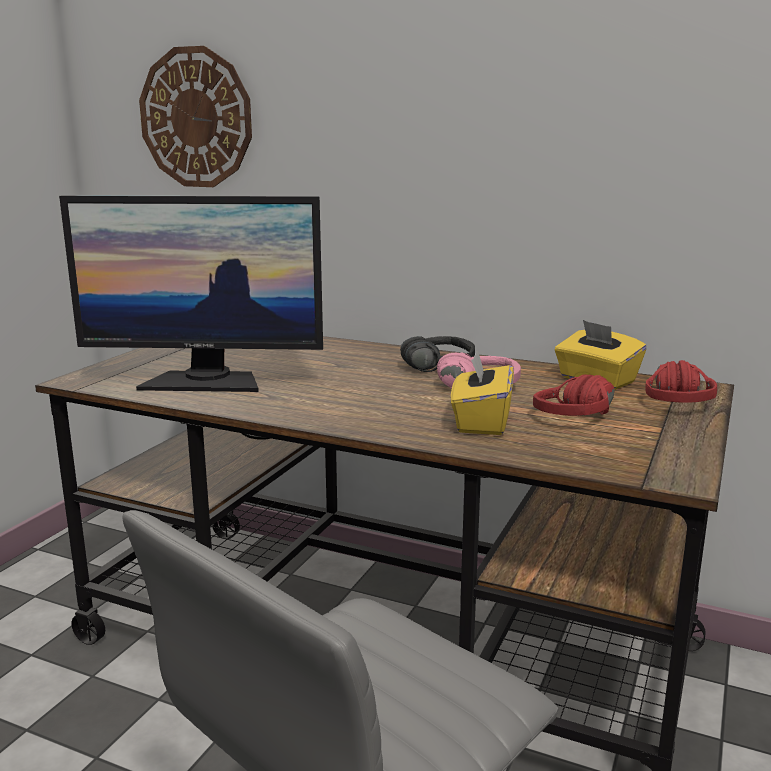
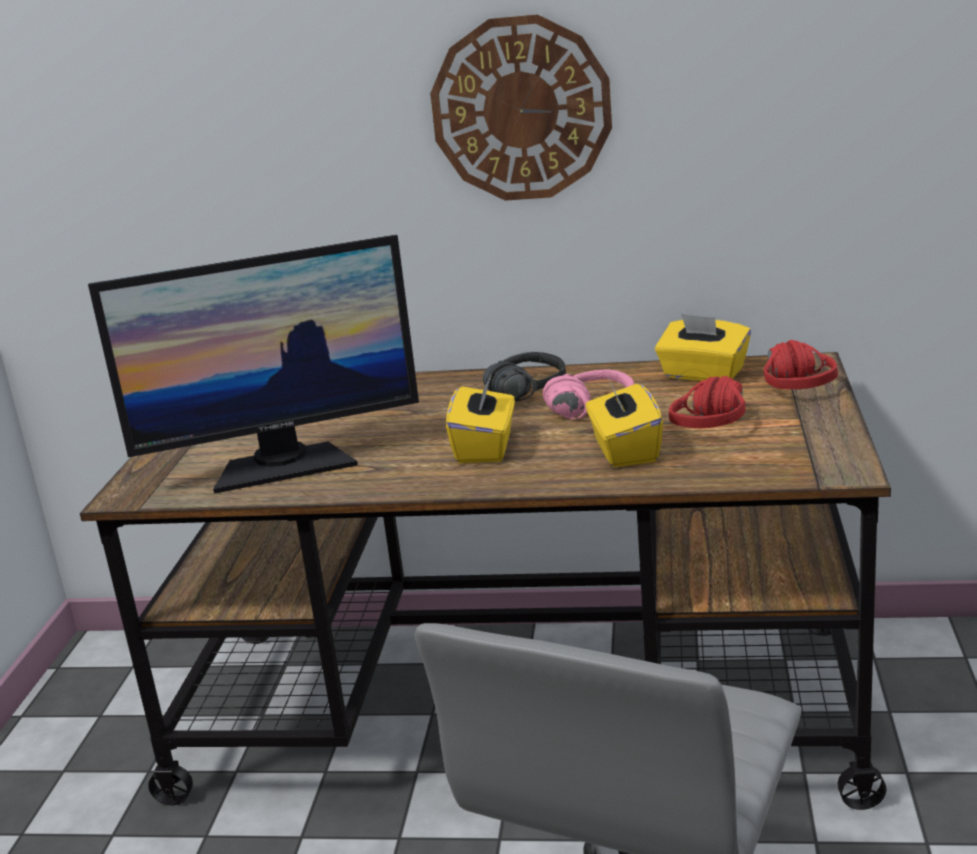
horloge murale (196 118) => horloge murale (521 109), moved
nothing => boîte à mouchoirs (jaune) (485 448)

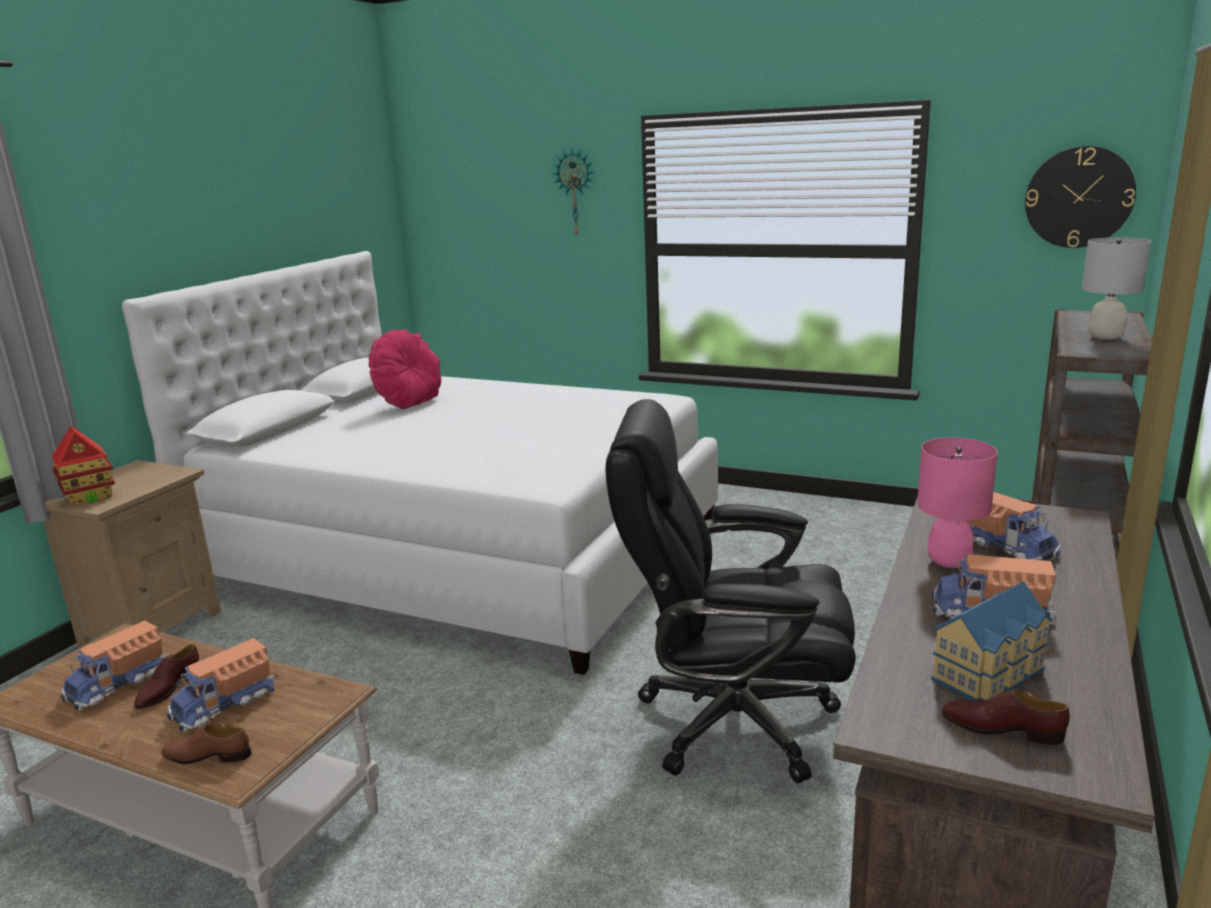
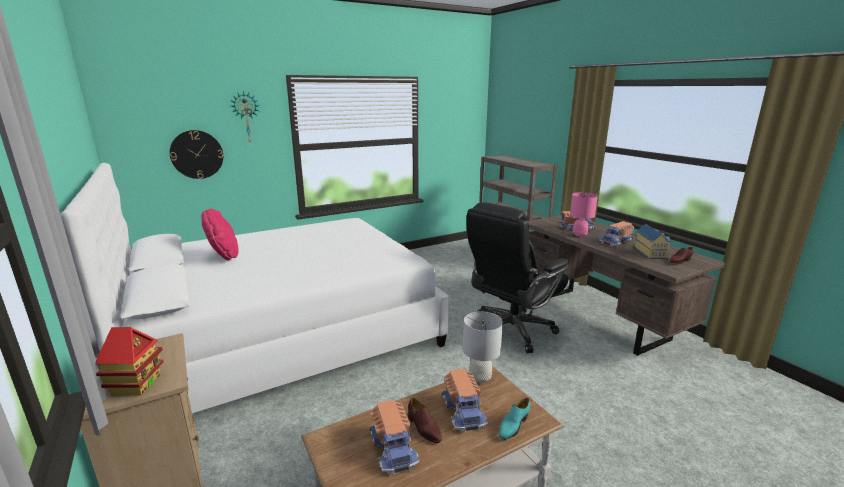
horloge murale (1079 197) => horloge murale (197 154), moved
lampe de table (gris) (1105 337) => lampe de table (gris) (479 377), moved
chaussure (marron) (208 756) => chaussure (turquoise) (513 425)

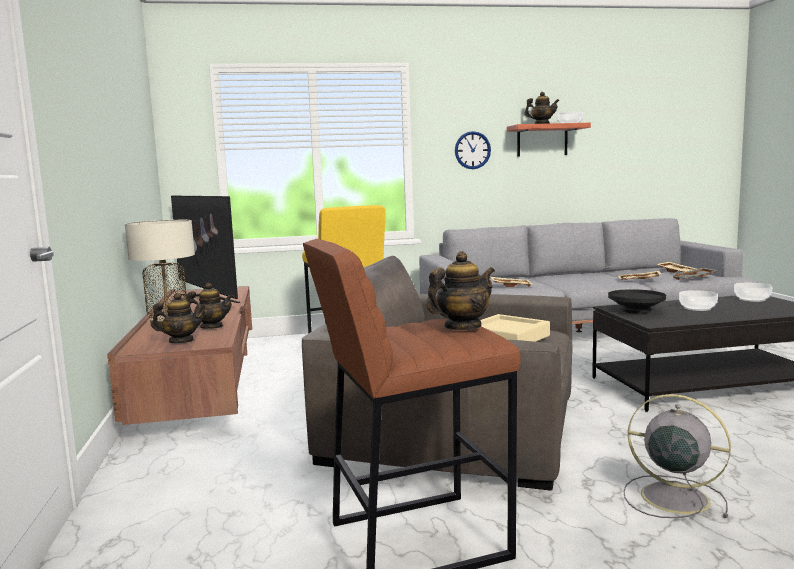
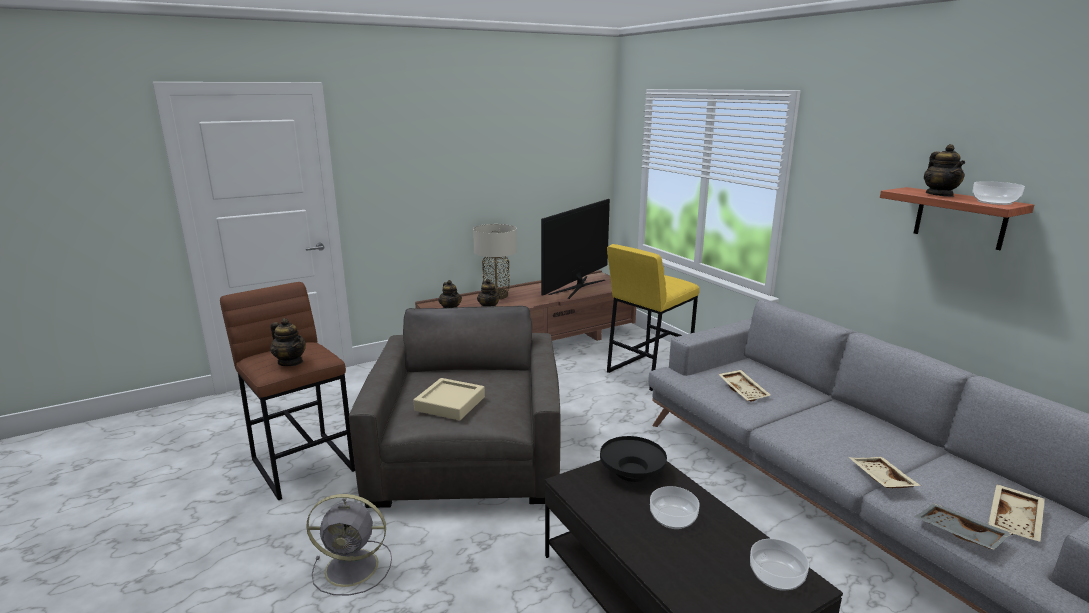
horloge murale (472 150) => nothing
ventilateur (gris) (671 497) => ventilateur (gris) (354 567), 75 degrees clockwise

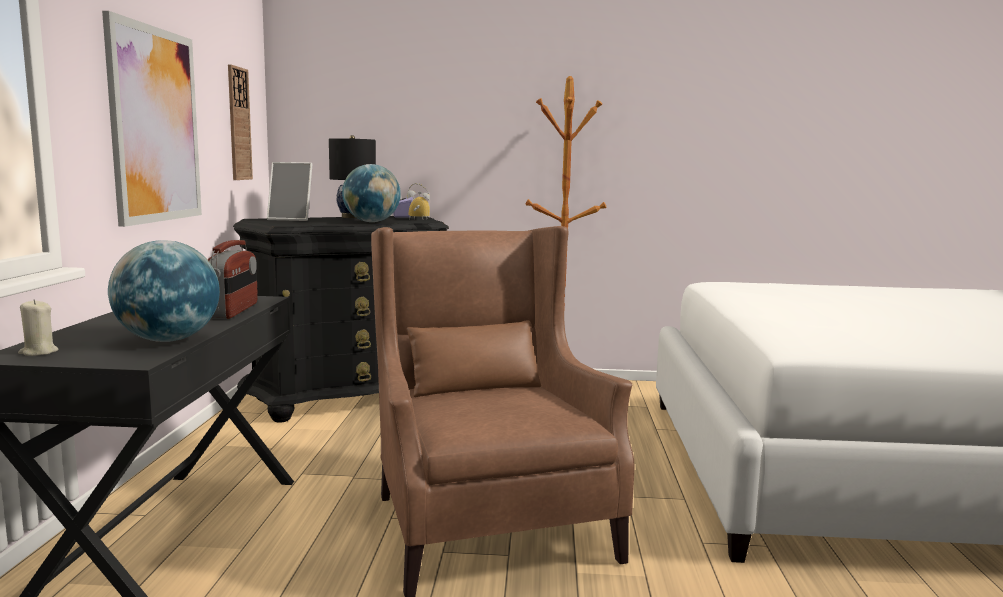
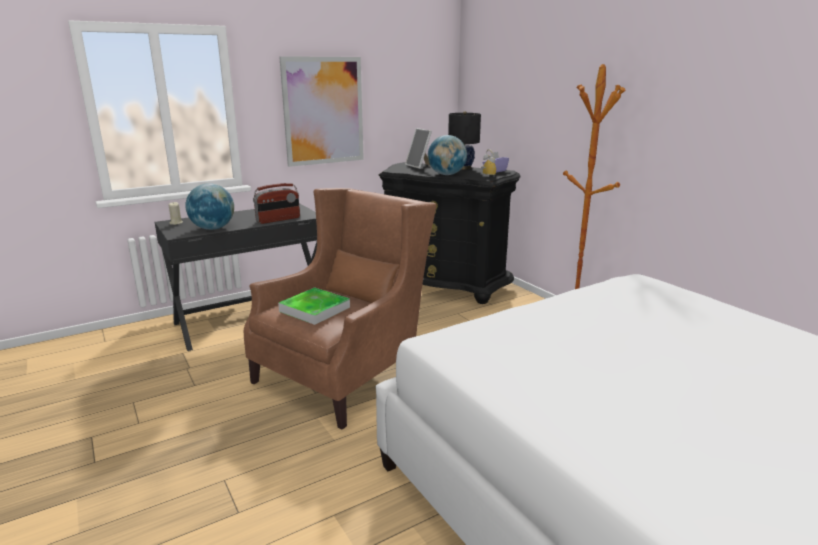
horloge murale (239 124) => nothing
nothing => plateau (314 309)

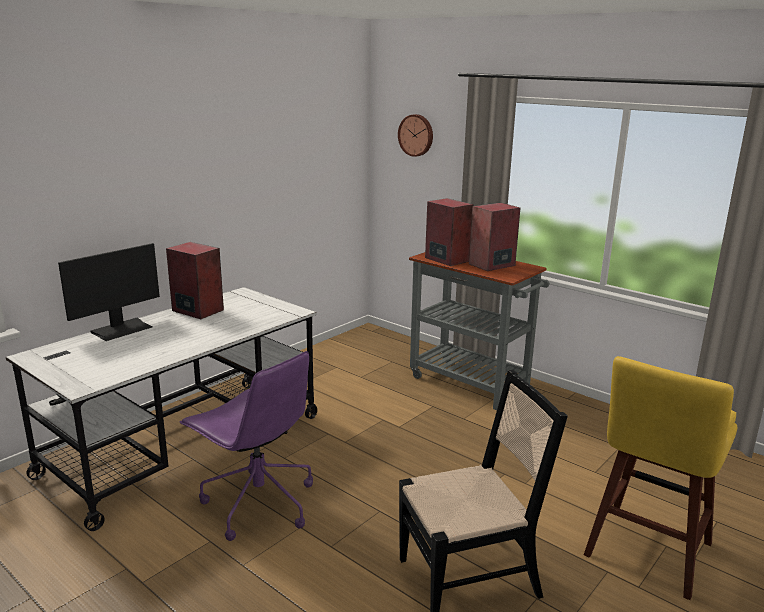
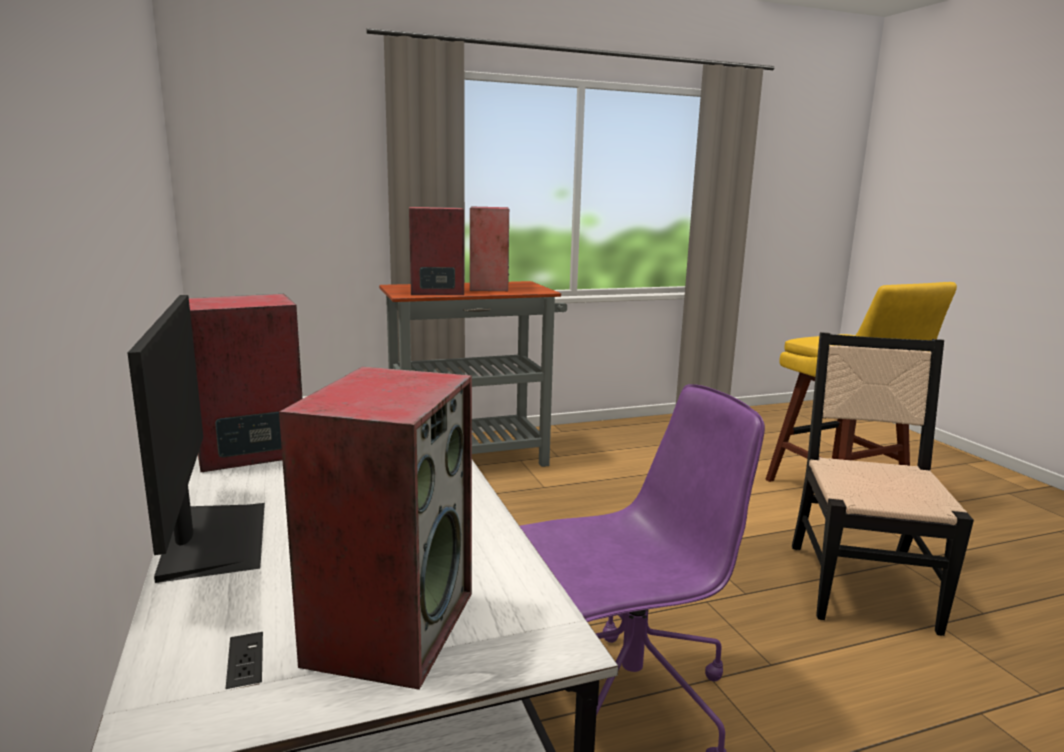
horloge murale (416 135) => nothing
nothing => enceinte (390 625)

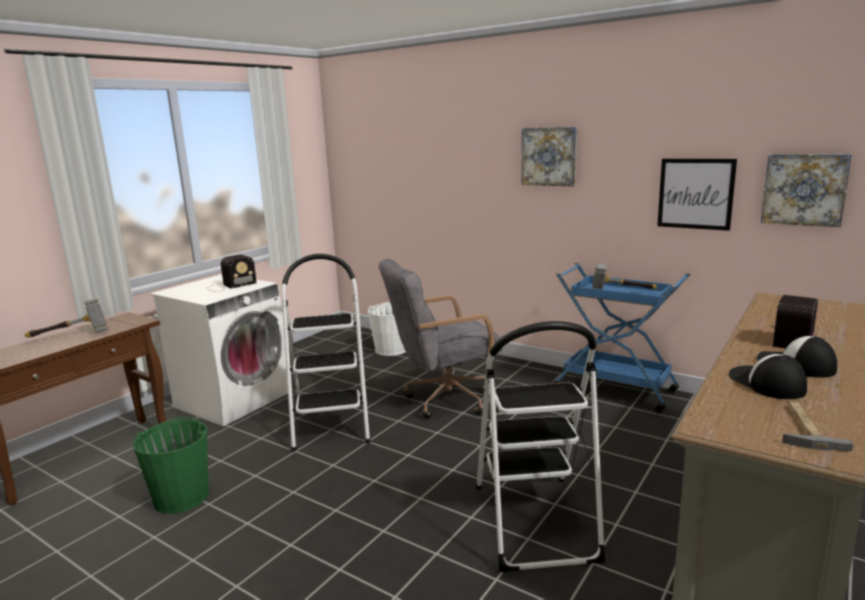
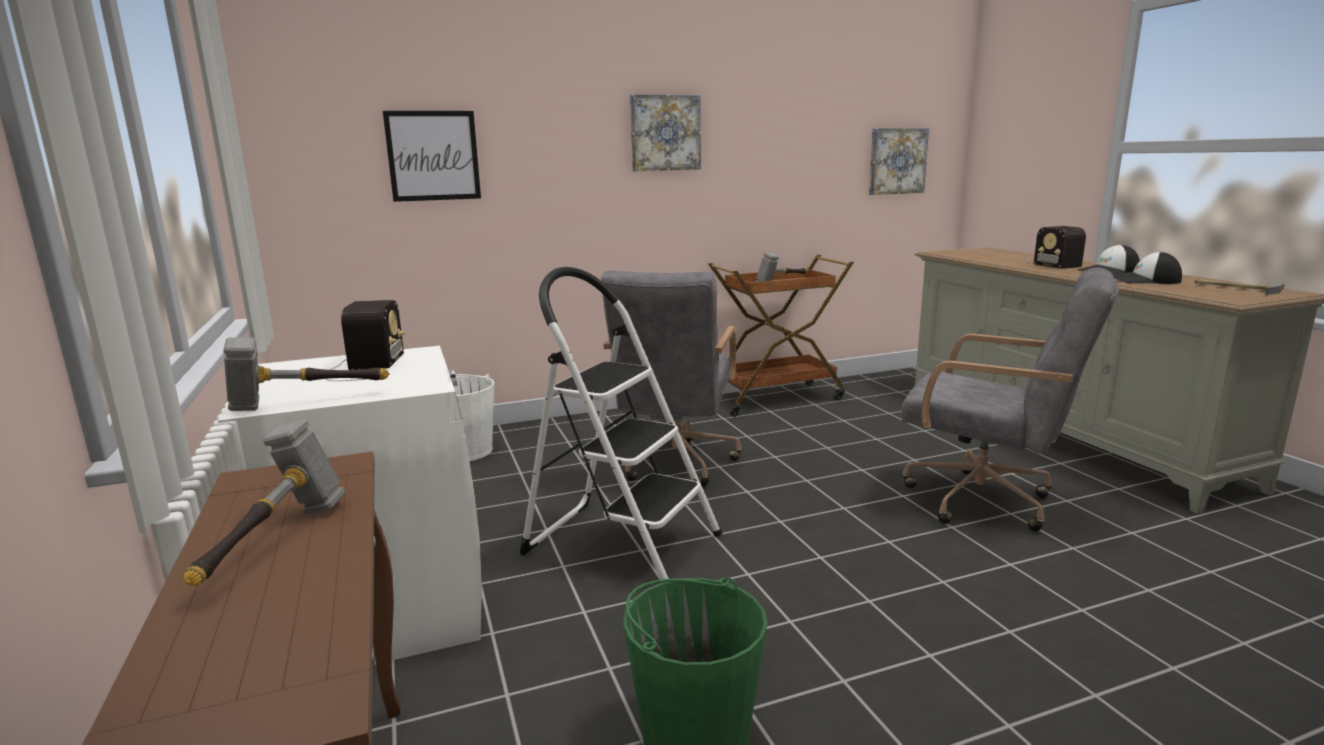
tableau (695 193) => tableau (433 156), moved
chariot (bleu) (614 391) => chariot (marron) (775 399)
escabeau (534 524) => chaise de bureau (gris) (987 503)
nothing => marteau (306 403)

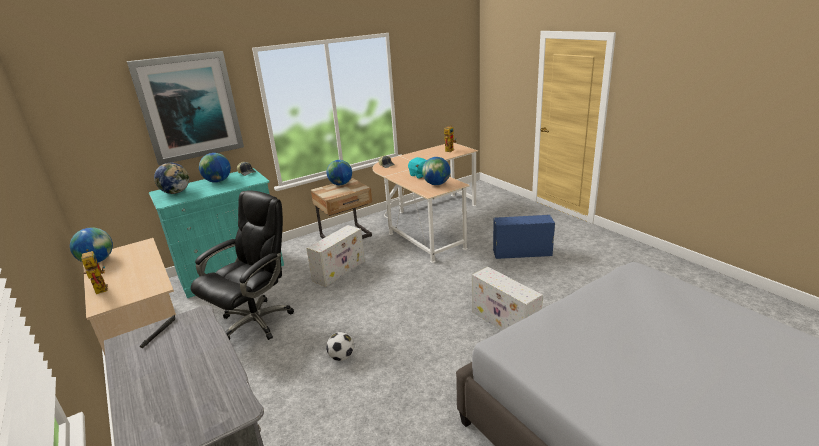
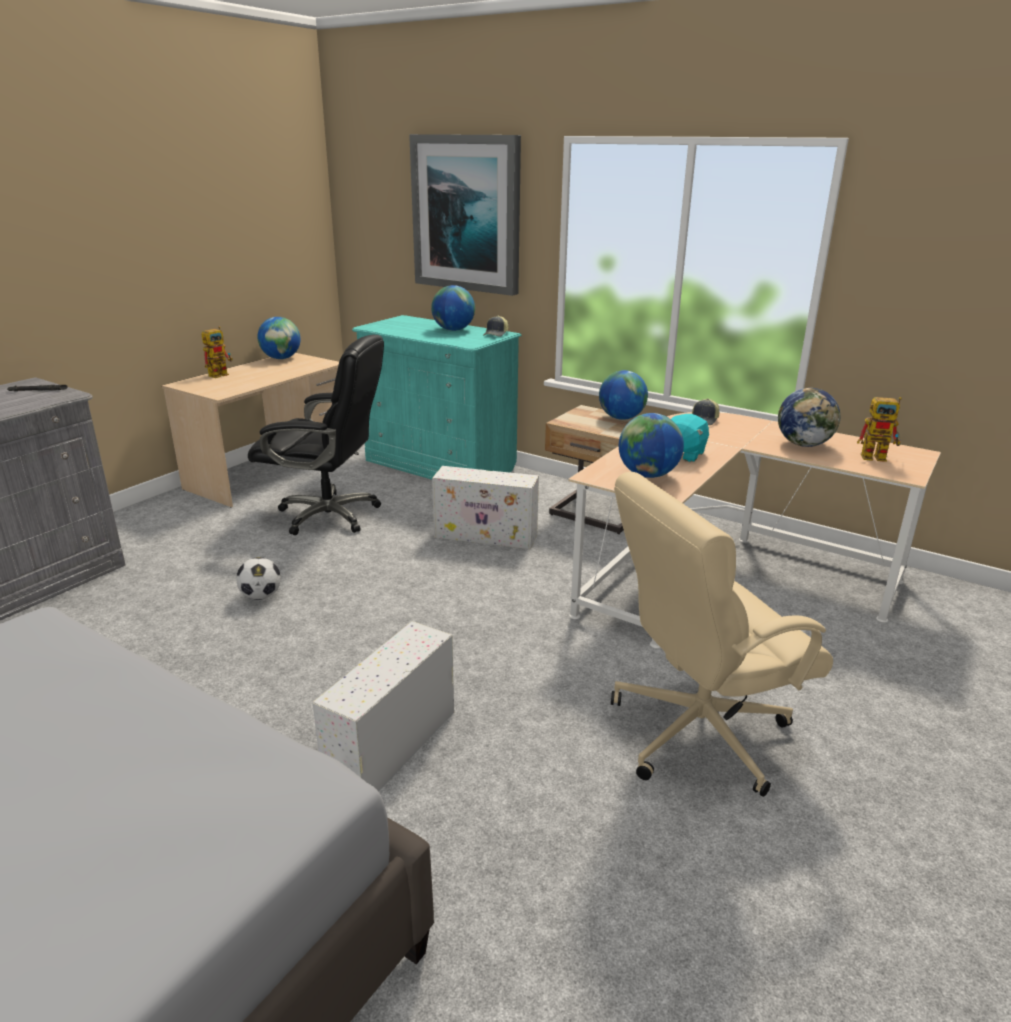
globe (176 192) => globe (804 444), moved
boîte de rangement (bleu) (521 253) => chaise de bureau (beige) (700 732)

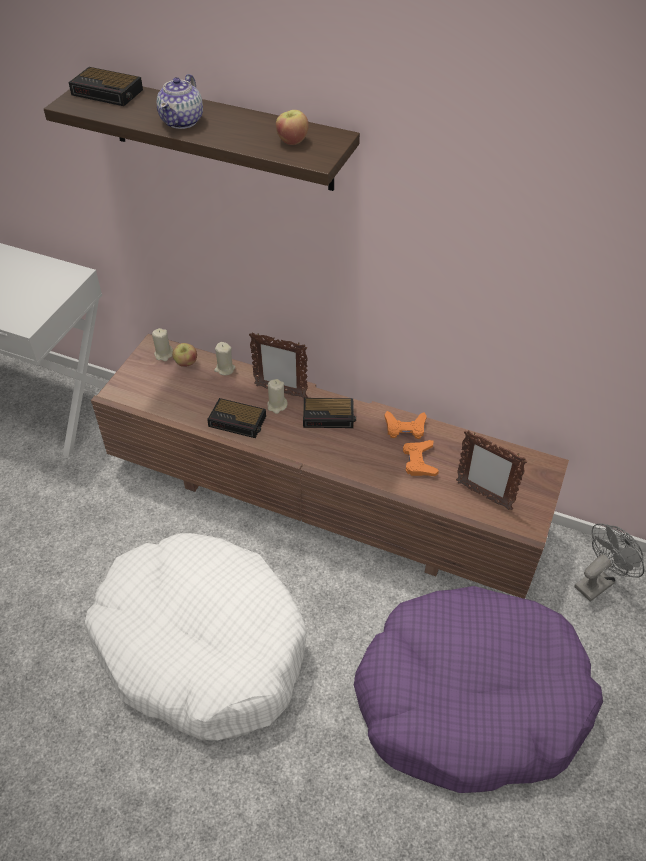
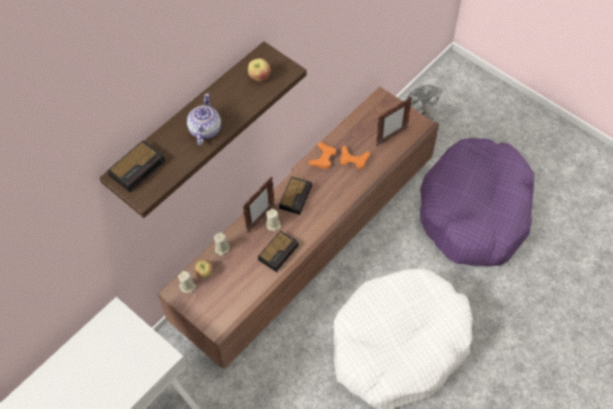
théière (182 121) => théière (204 130), 120 degrees counterclockwise

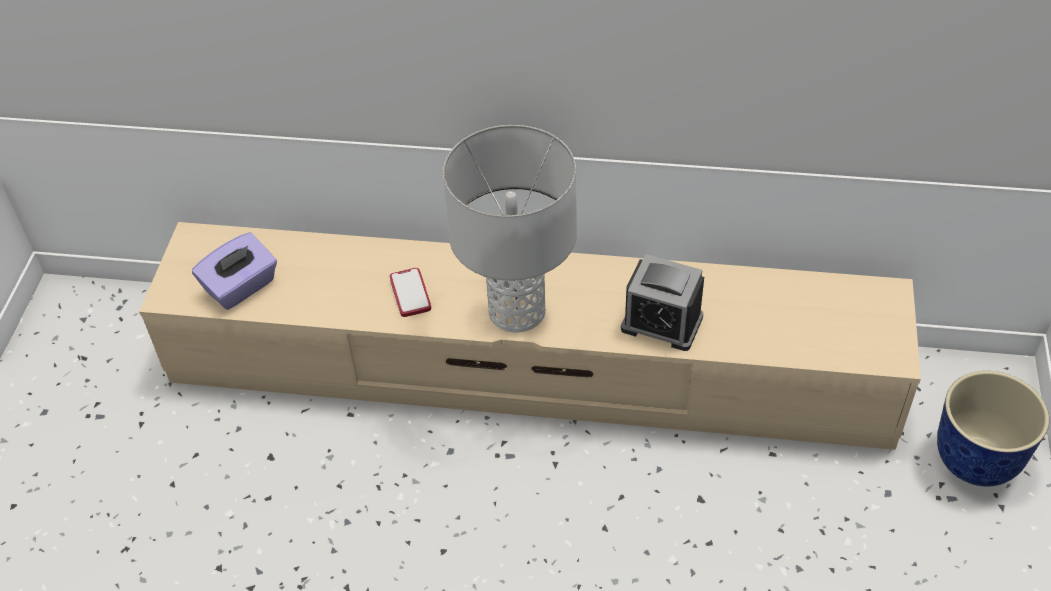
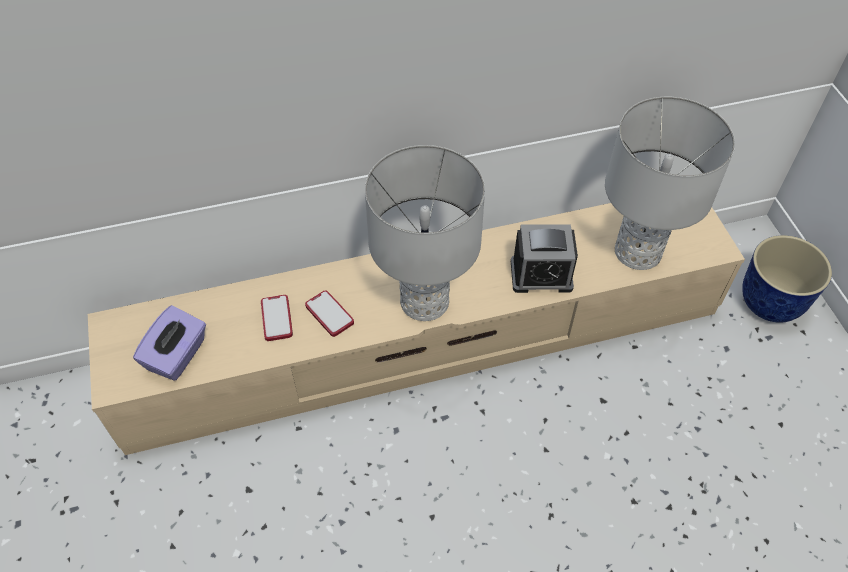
nothing => lampe de table (blanc) (637 251)
nothing => téléphone (276 318)

